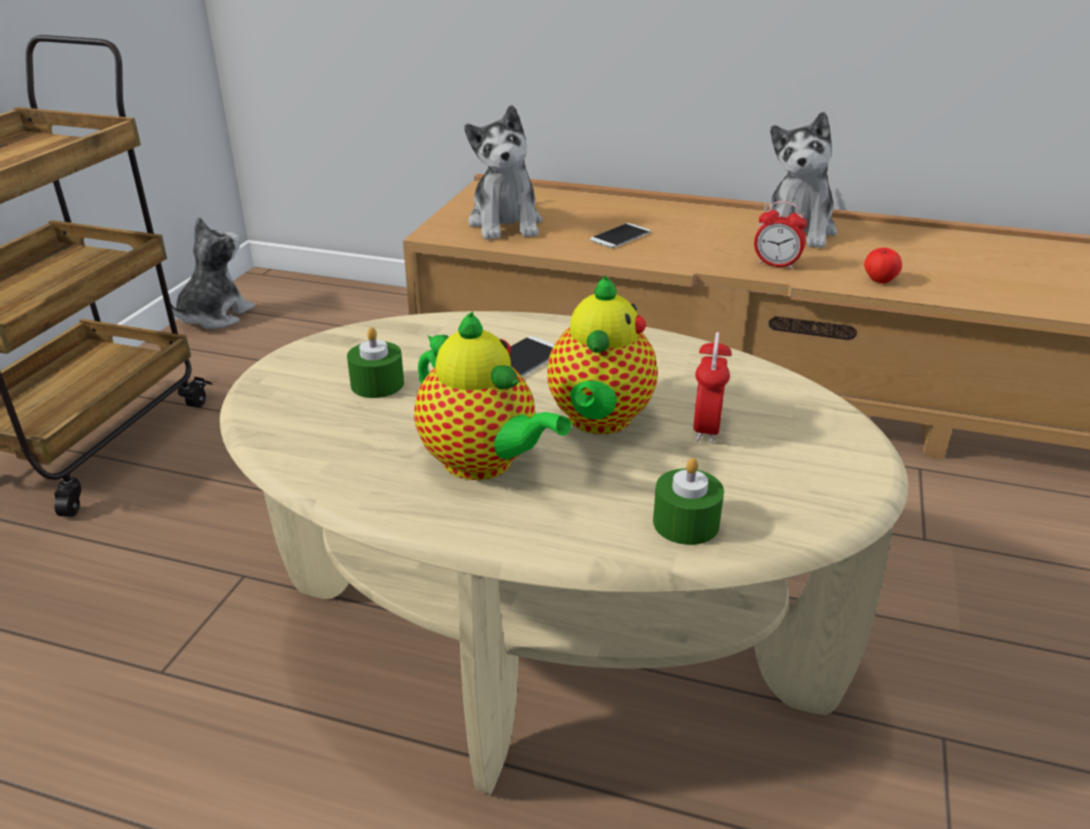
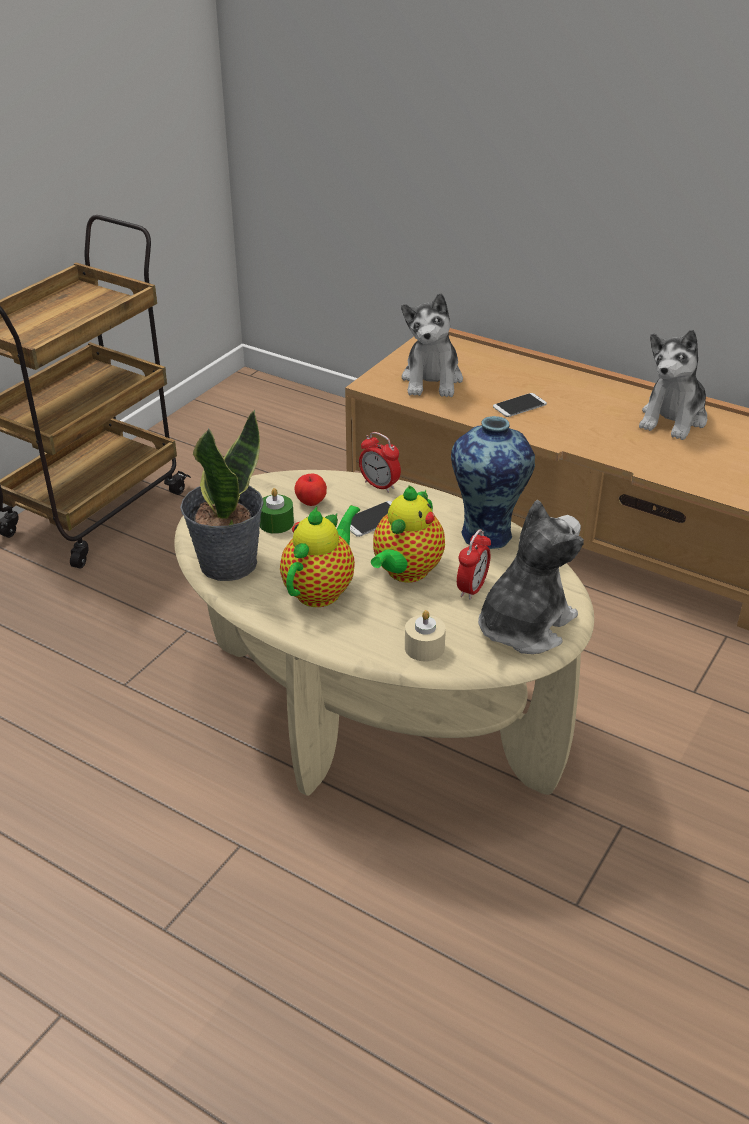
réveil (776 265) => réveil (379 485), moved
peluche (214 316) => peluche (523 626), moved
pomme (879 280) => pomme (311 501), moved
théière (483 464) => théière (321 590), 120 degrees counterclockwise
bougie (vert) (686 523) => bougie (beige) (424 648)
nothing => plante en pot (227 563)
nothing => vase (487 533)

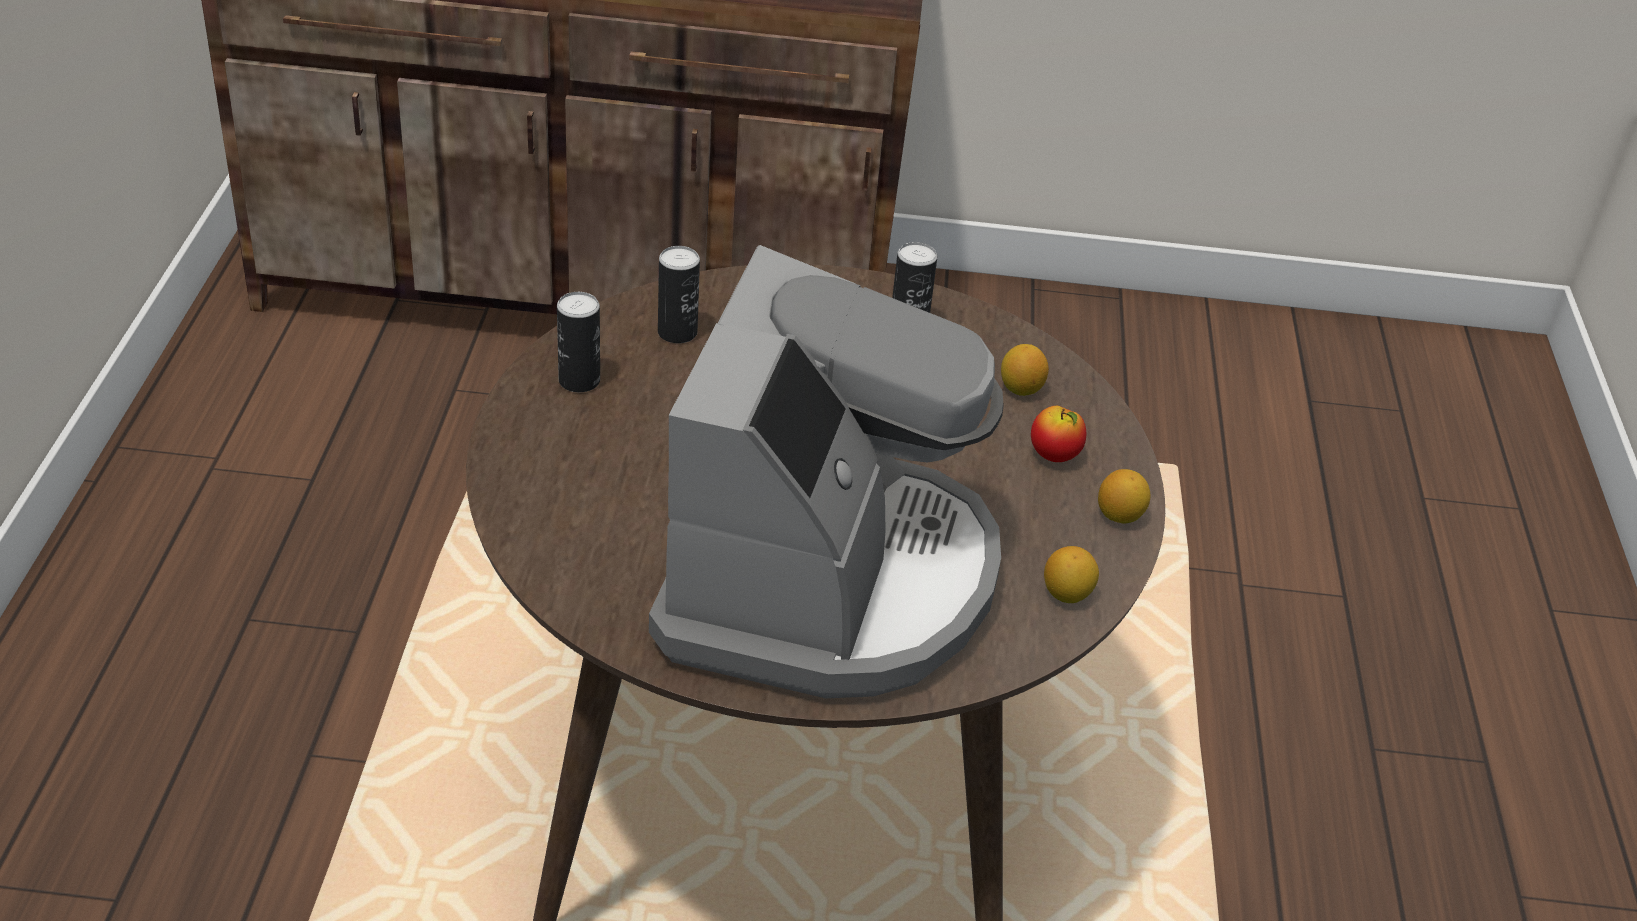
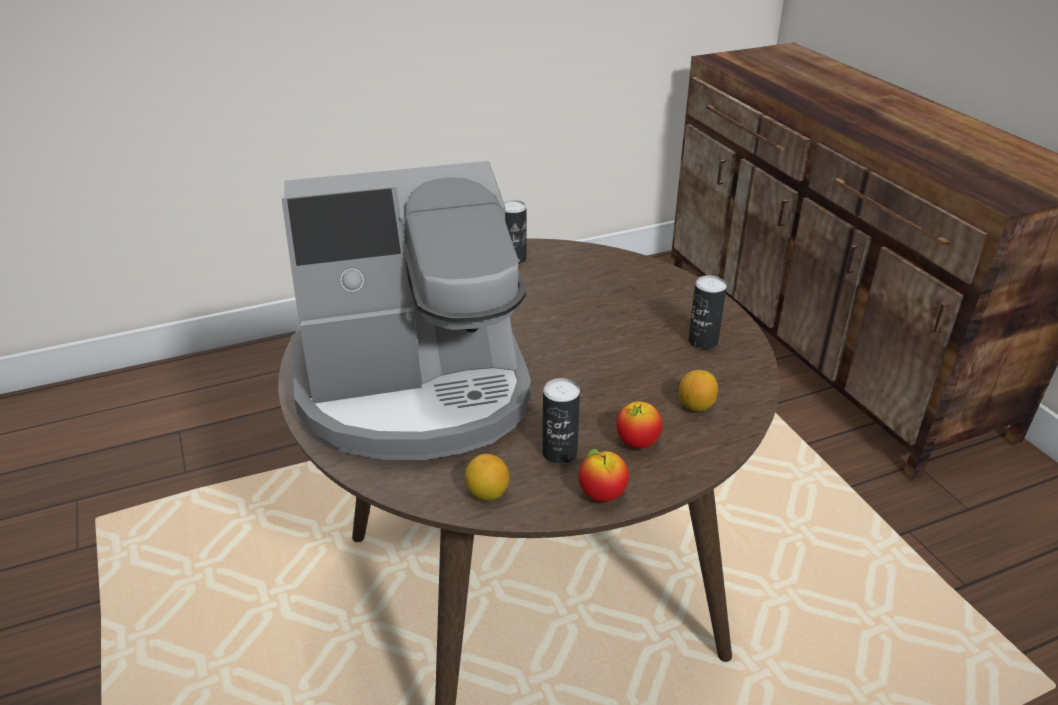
boîte métallique (677 332) => boîte métallique (559 453), moved
citron (1119 516) => pomme (602 494)

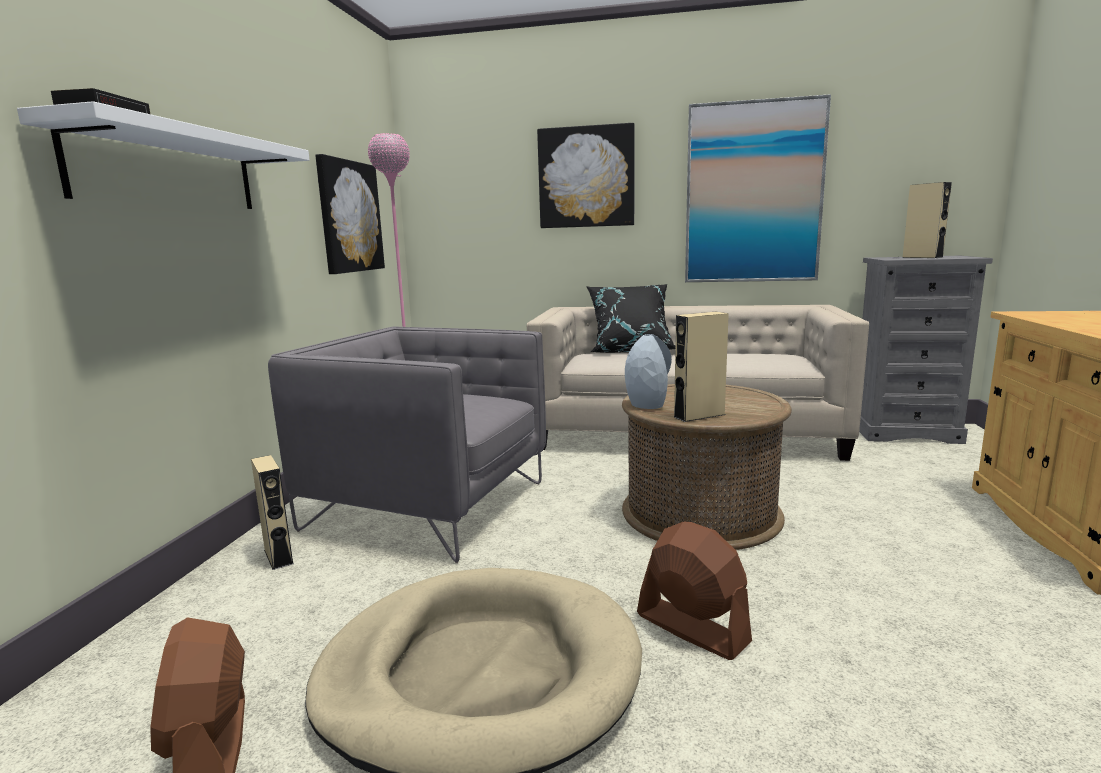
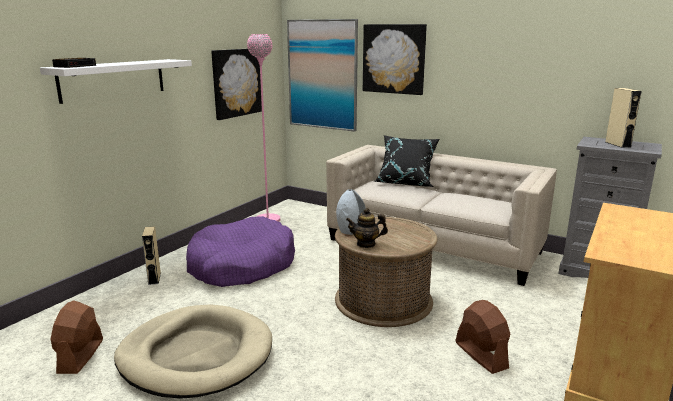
tableau (753 193) => tableau (322 75), moved
enceinte (beige) (699 415) => théière (366 244)
fauteuil (gris) (428 506) => panier pour chien (violet) (242 265)
ventilateur (marron) (691 628) => ventilateur (marron) (480 355), moved

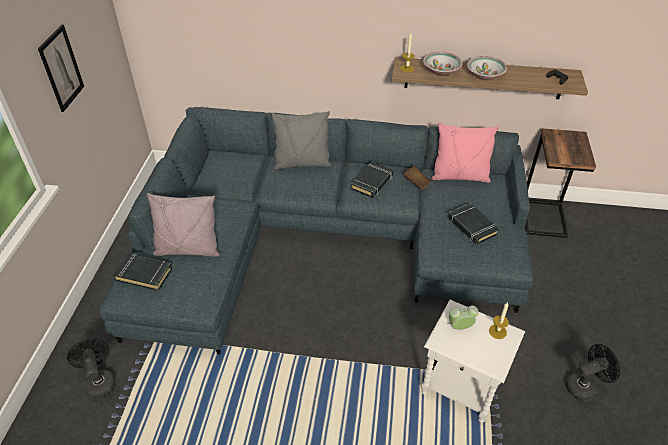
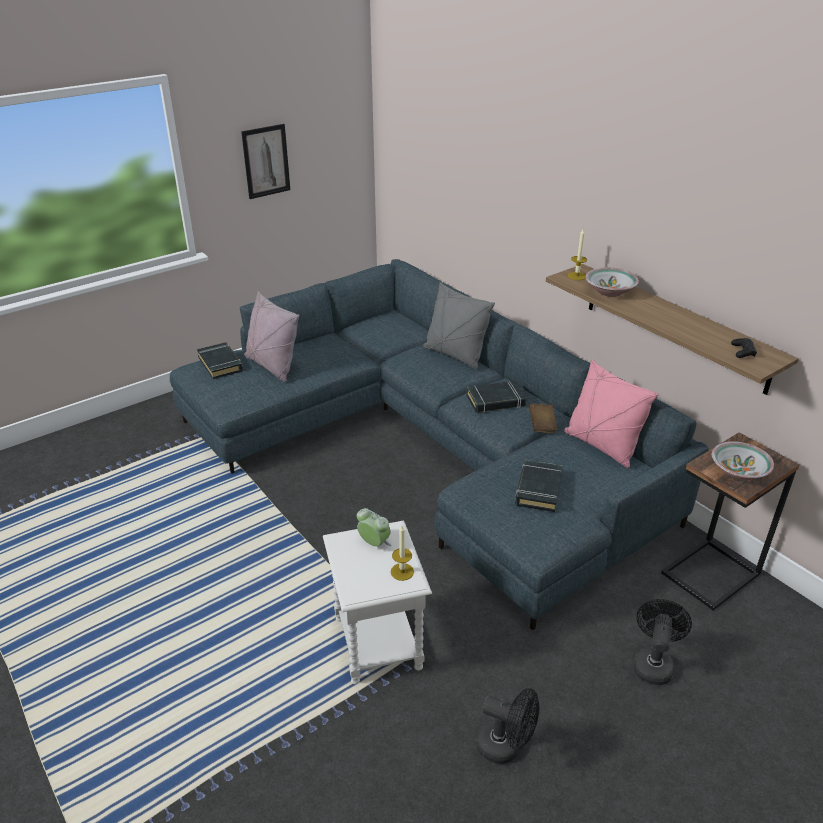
bol (485 75) => bol (739 471), moved
ventilateur (noir) (99 381) => ventilateur (noir) (653 663), moved

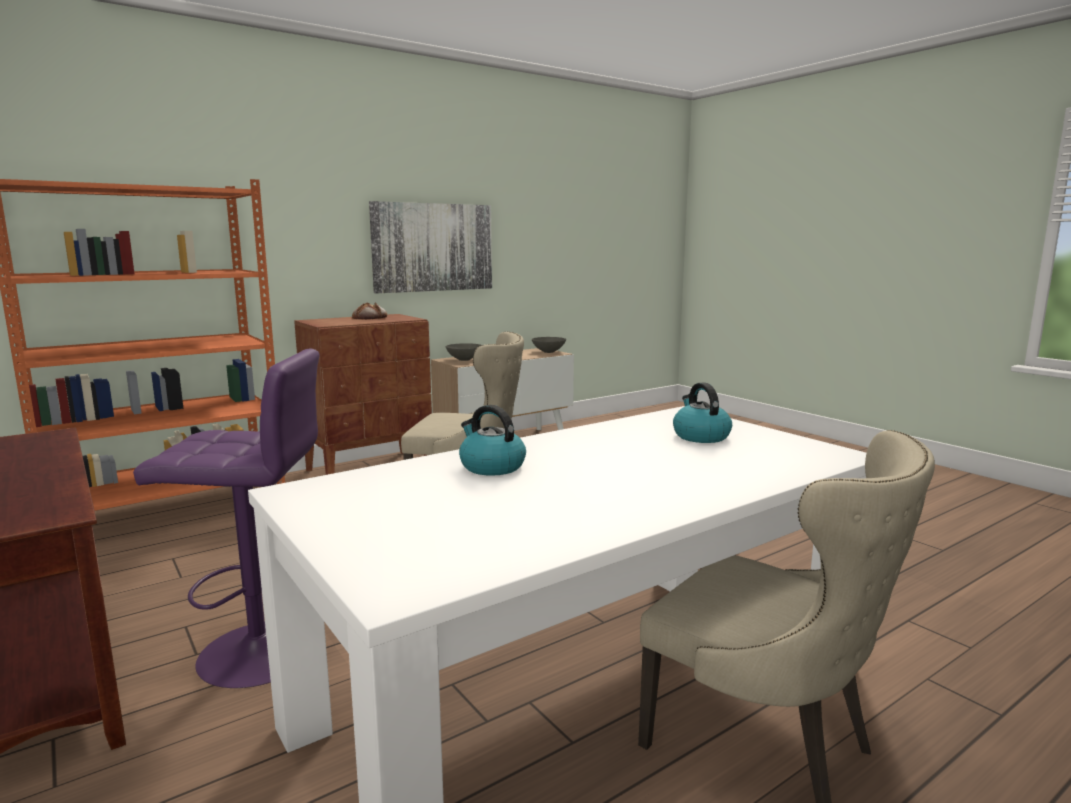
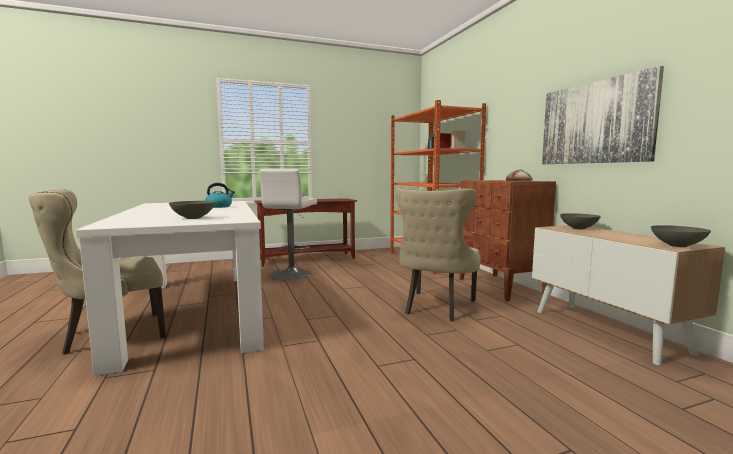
tabouret (violet) (260 654) => tabouret (blanc) (291 274)
bouilloire (700 436) => bol (gris) (193 218)

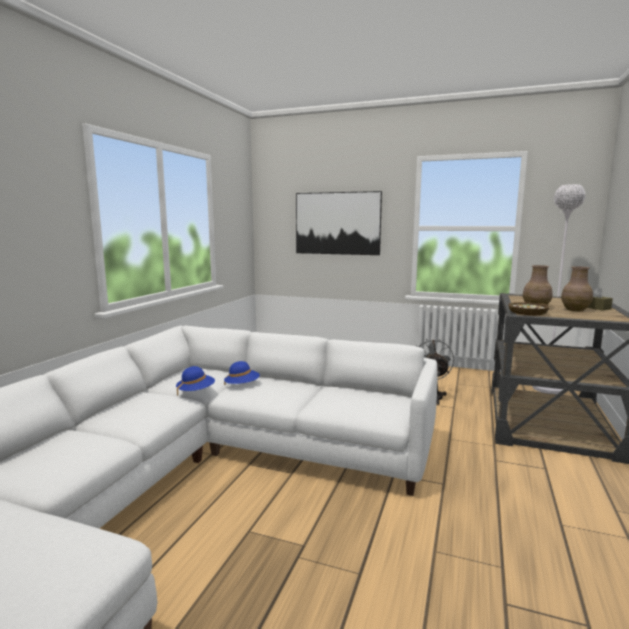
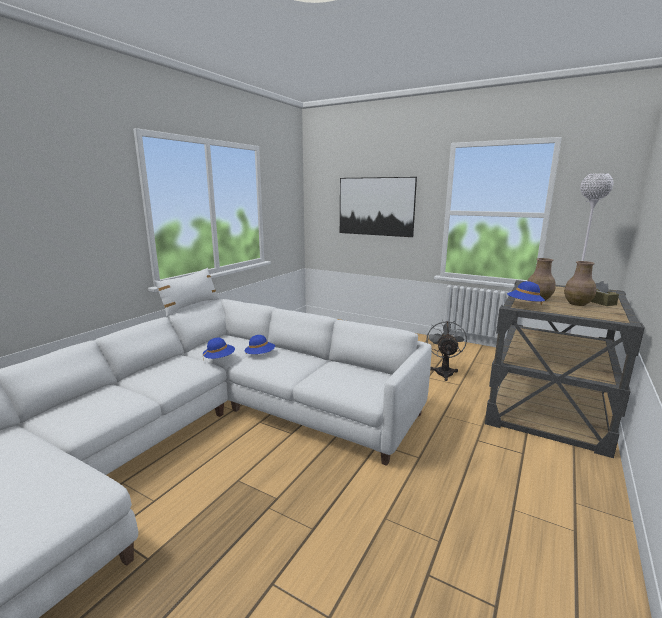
bol (528 312) => chapeau (bleu) (524 305)
nothing => coussin (blanc) (190 306)

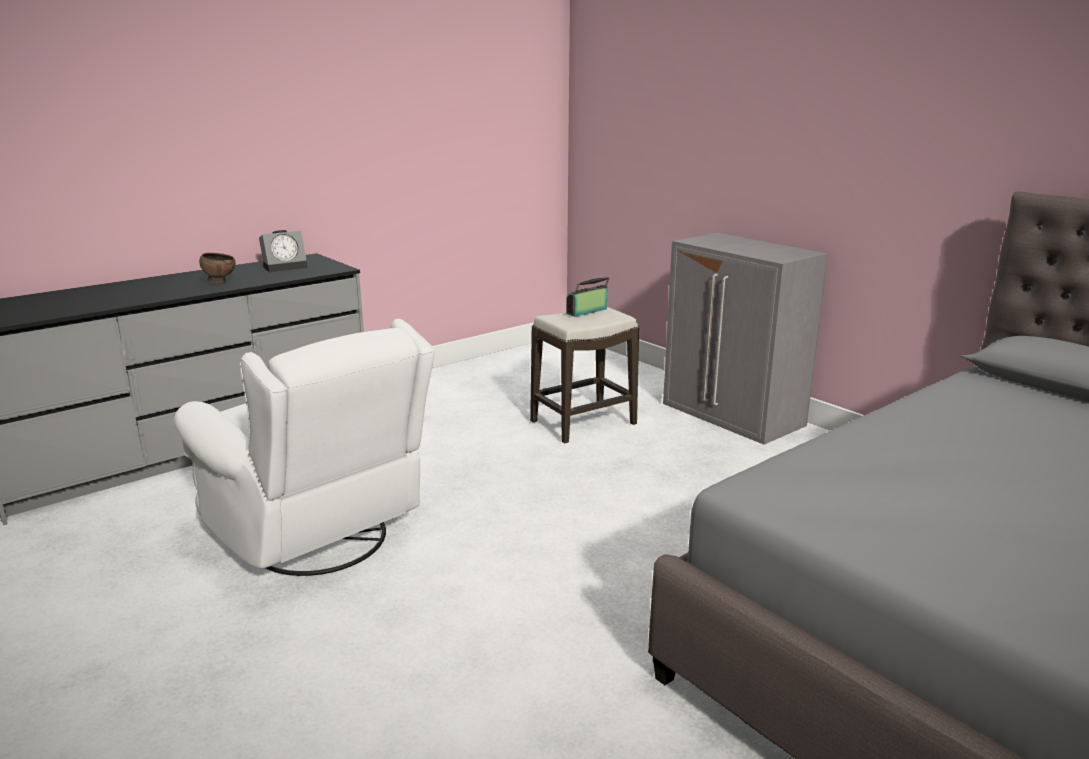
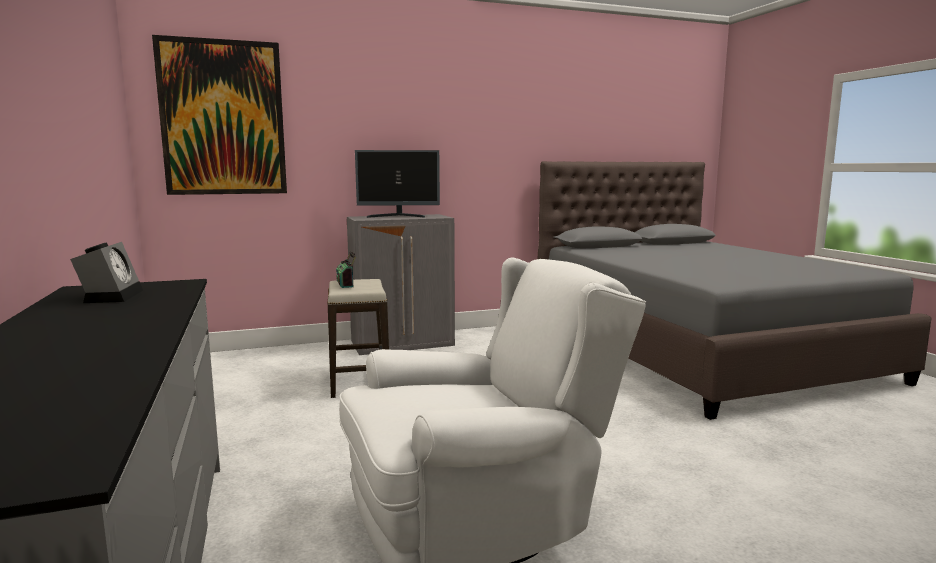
bol (marron) (220 282) => nothing
nothing => tableau (223 118)
nothing => écran d'ordinateur (398 216)

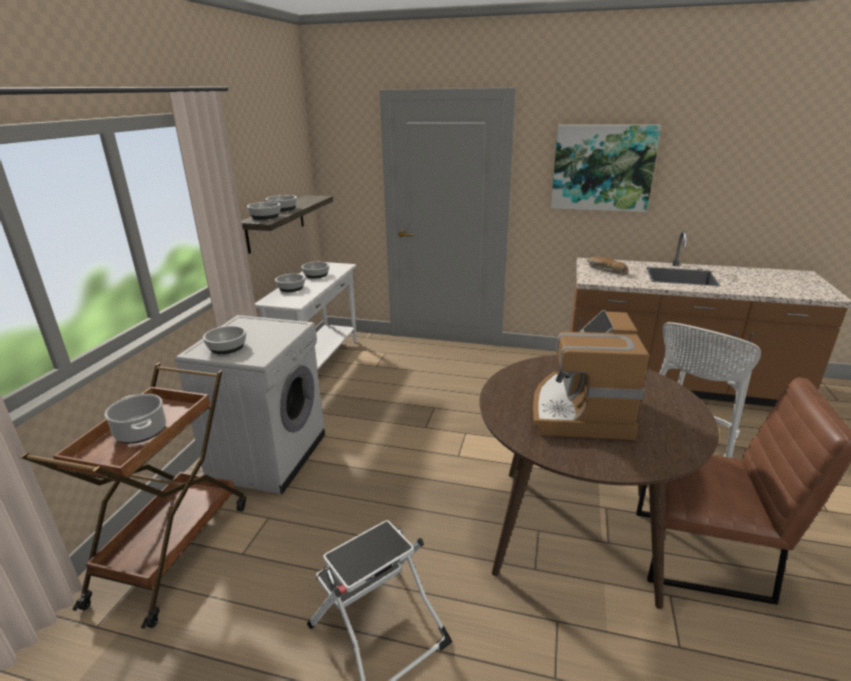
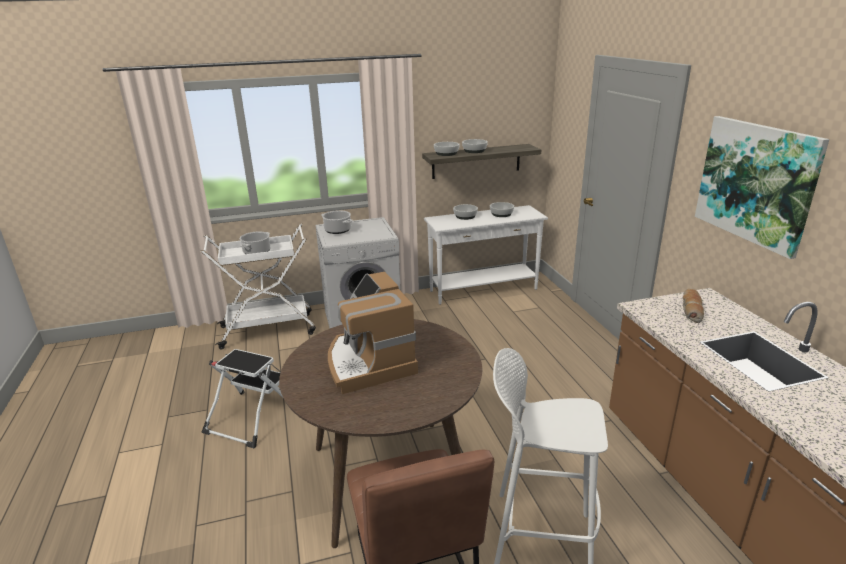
machine à café (580 410) => machine à café (369 362), 90 degrees counterclockwise
bol (226 347) => marmite (337 230)
chariot (marron) (174 552) => chariot (blanc) (268 330)

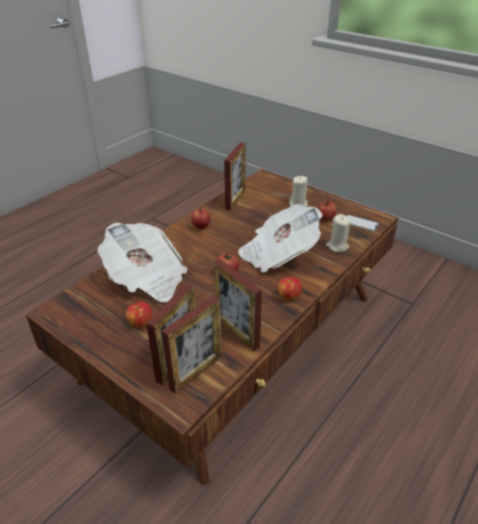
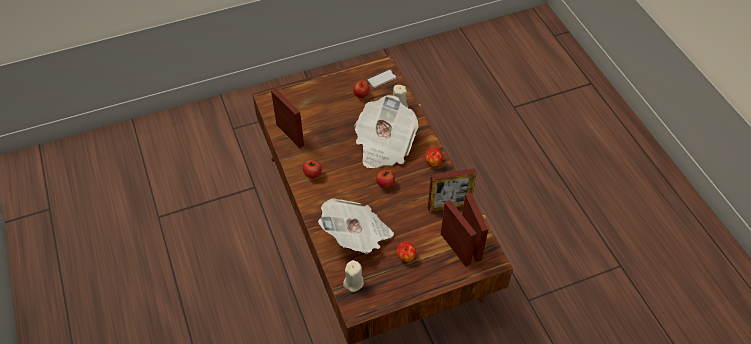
bougie (beige) (298 204) => bougie (beige) (353 282), moved

